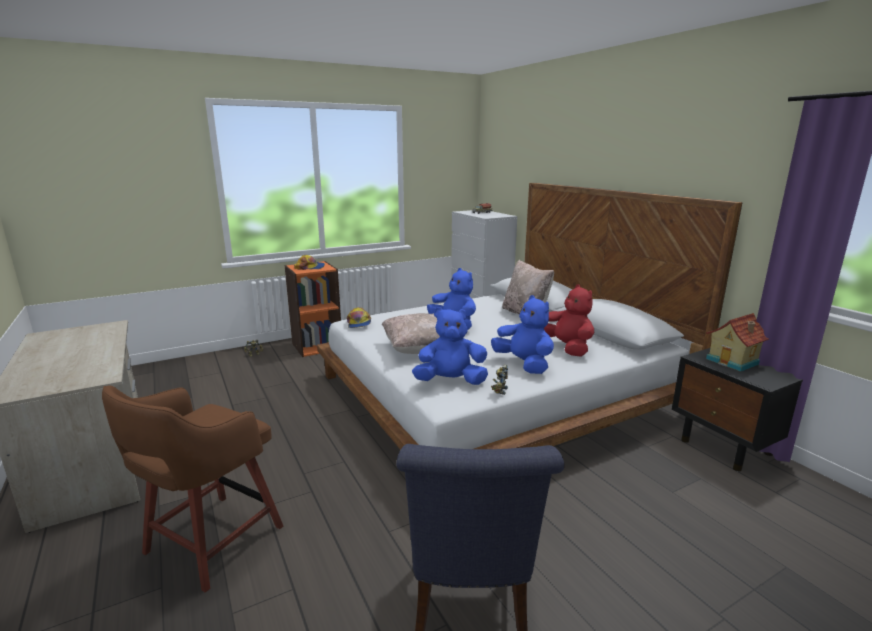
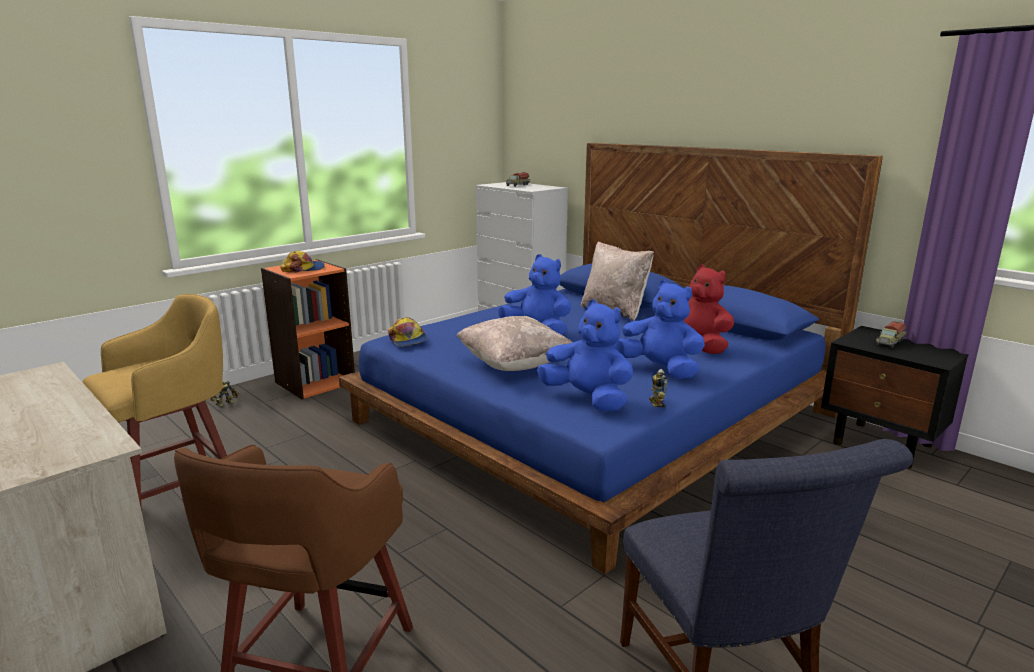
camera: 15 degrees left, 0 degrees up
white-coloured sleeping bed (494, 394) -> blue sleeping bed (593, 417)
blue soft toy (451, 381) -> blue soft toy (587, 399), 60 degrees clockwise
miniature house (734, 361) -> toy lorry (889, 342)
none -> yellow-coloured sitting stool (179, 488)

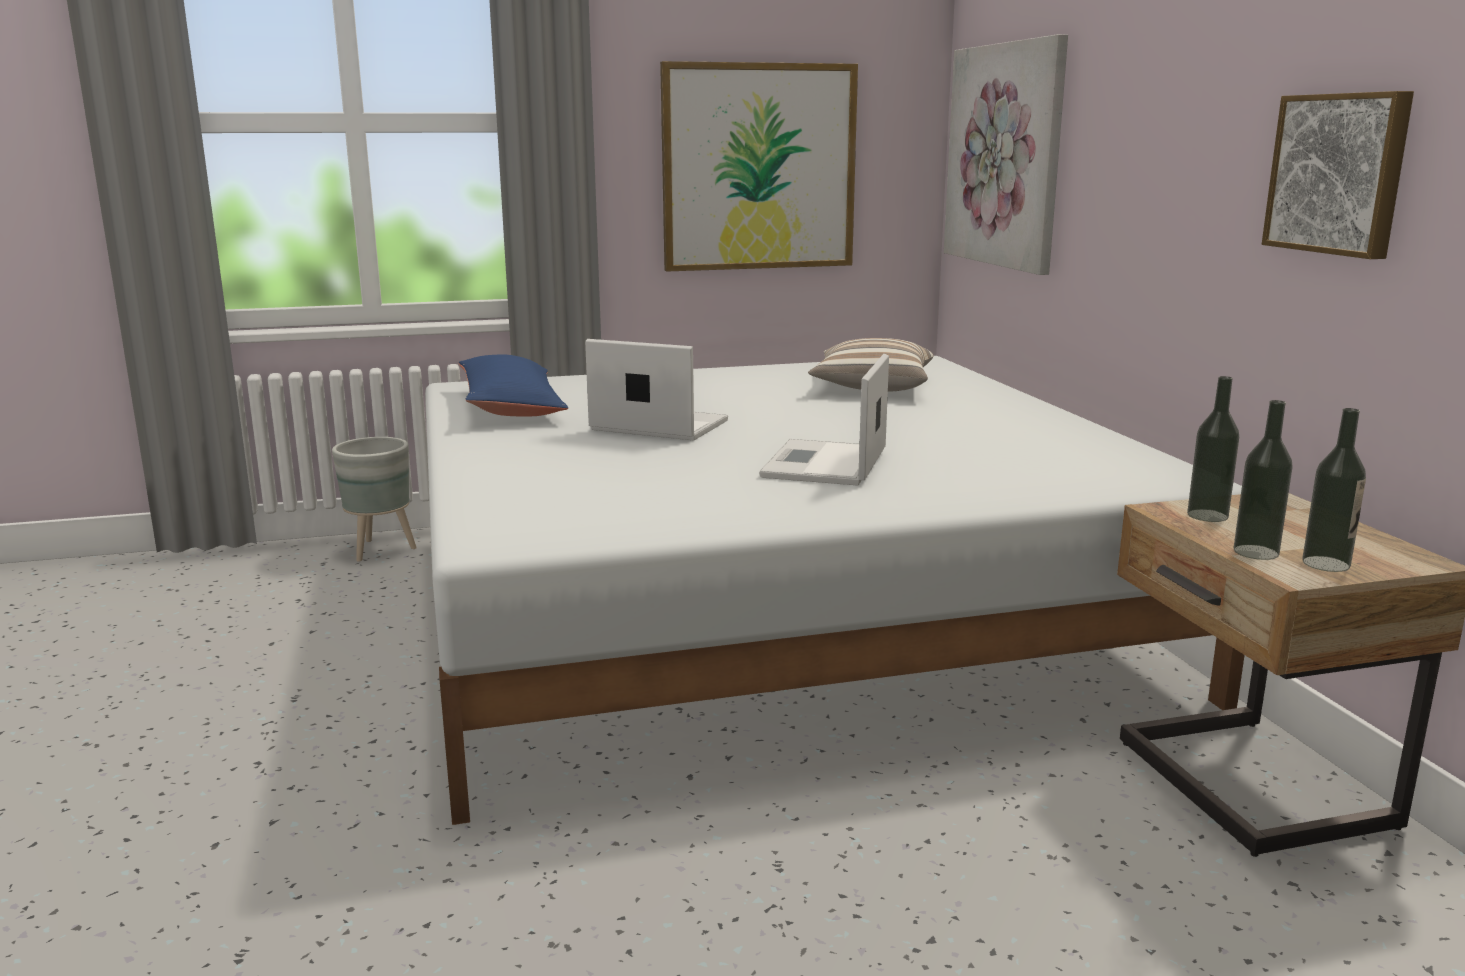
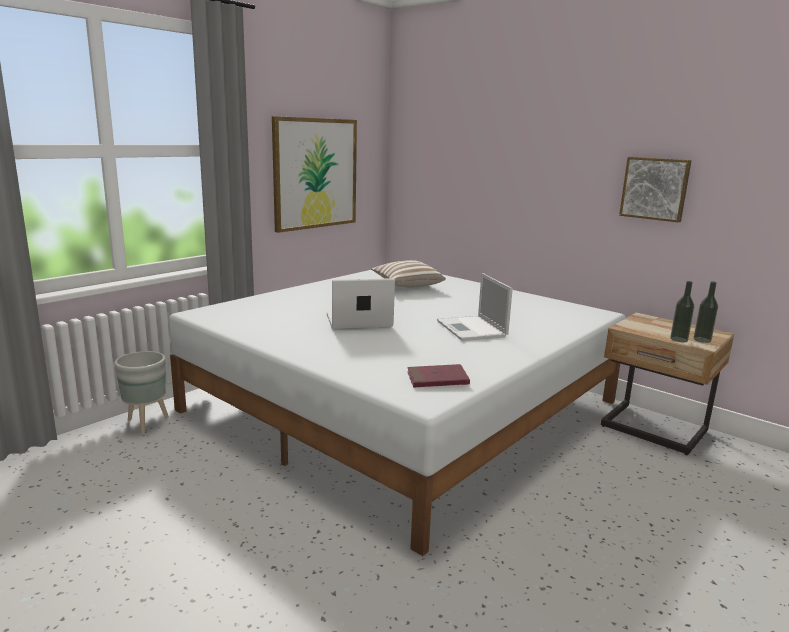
camera: 35 degrees left, 0 degrees up
picture (1004, 156) -> none
blue cushion (511, 406) -> none
beverage bottle (1207, 515) -> none
none -> reddish book (437, 379)

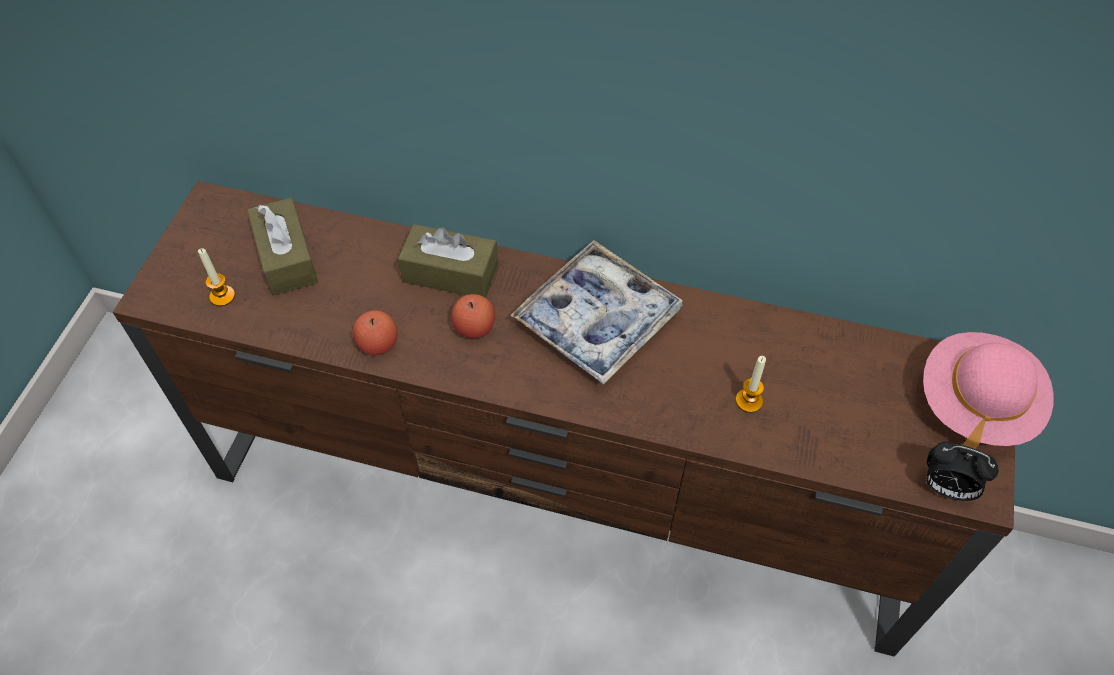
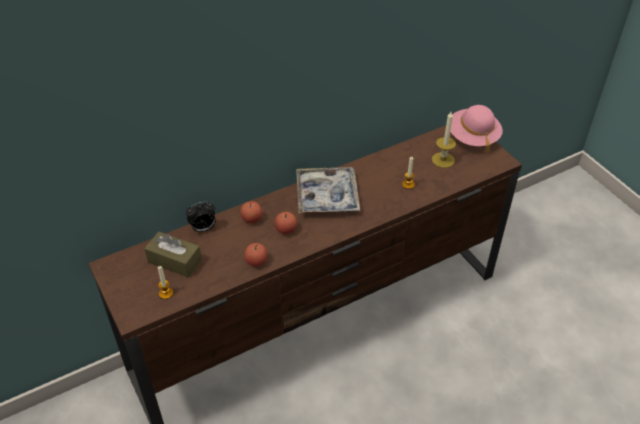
camera: 45 degrees left, 10 degrees down
brown-coloured box of tissues (450, 273) -> whole apple (252, 219)
bedside clock (945, 488) -> bedside clock (203, 229), shifted
none -> wax candle (443, 160)

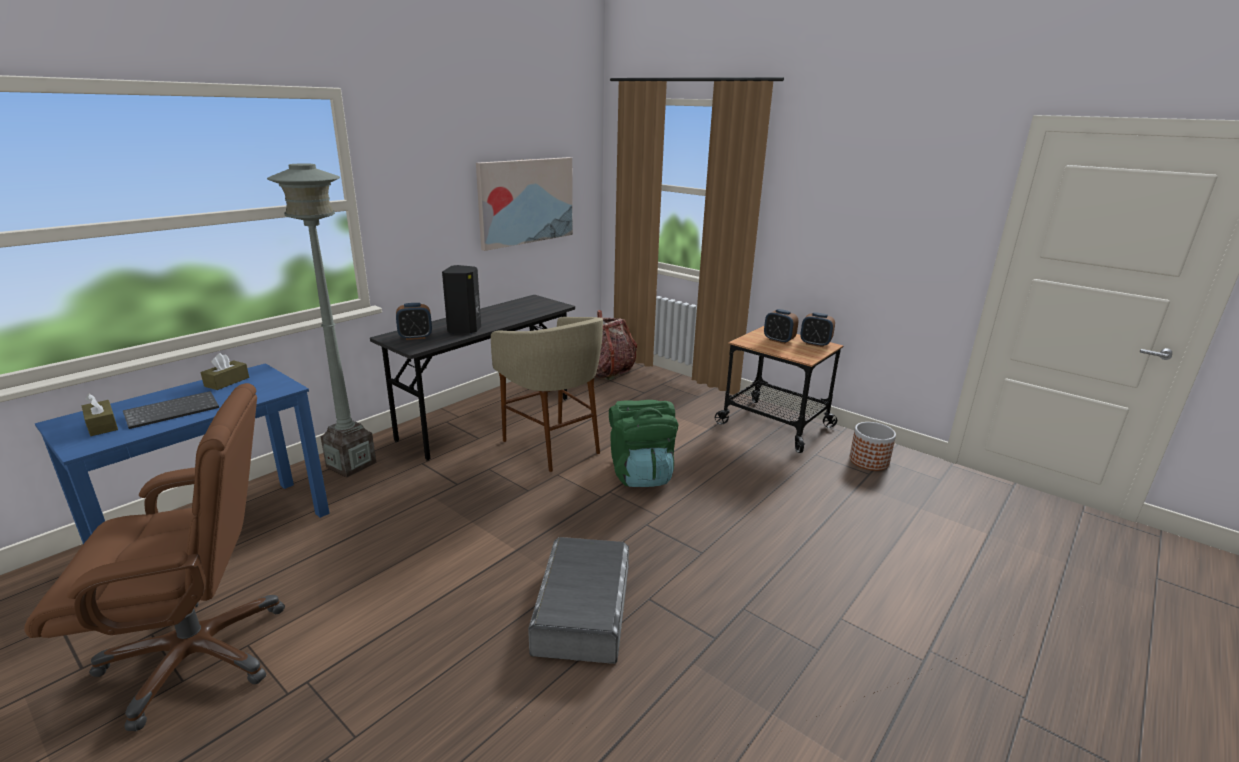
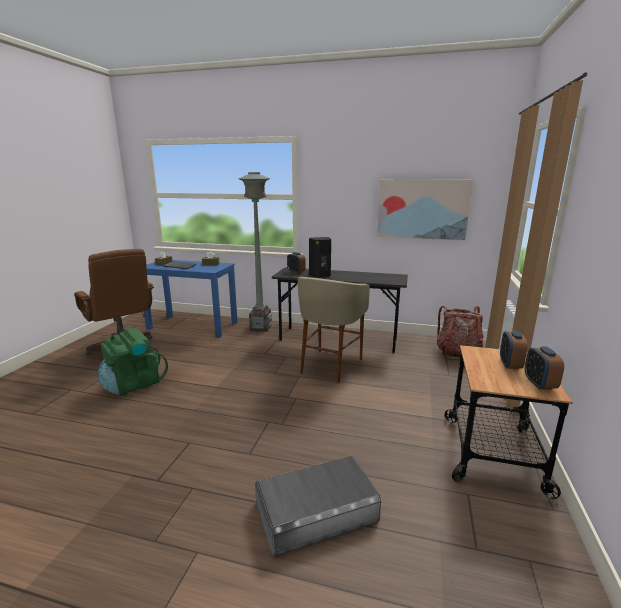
camera: 65 degrees right, 5 degrees down
greenish backpack (641, 474) -> greenish backpack (134, 385), shifted
plant pot (869, 461) -> none
greyish storage box (582, 608) -> greyish storage box (316, 510), shifted

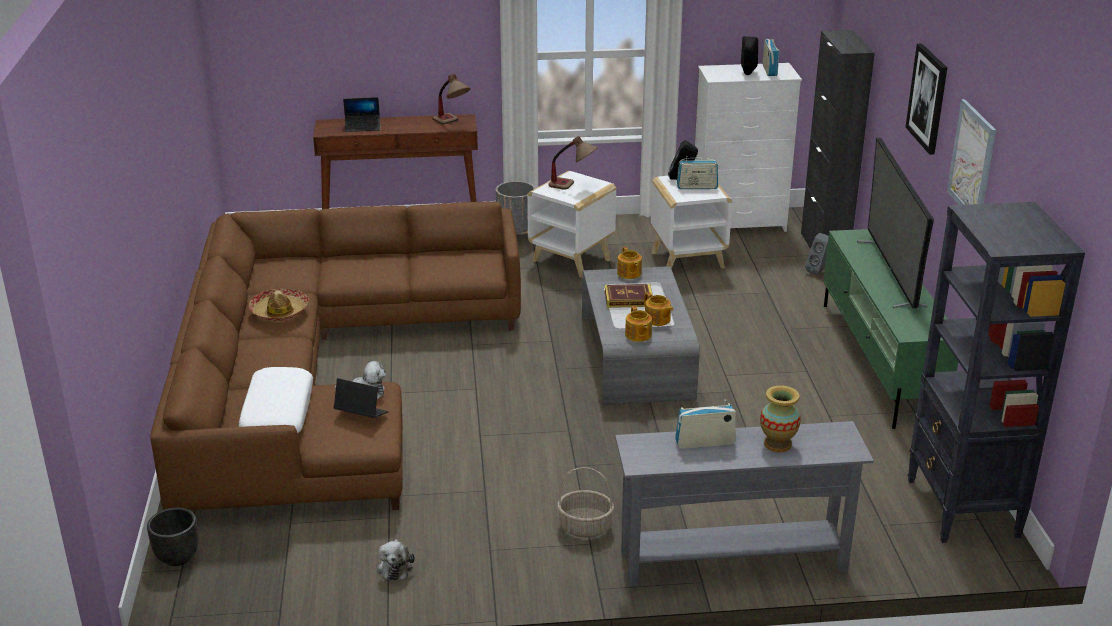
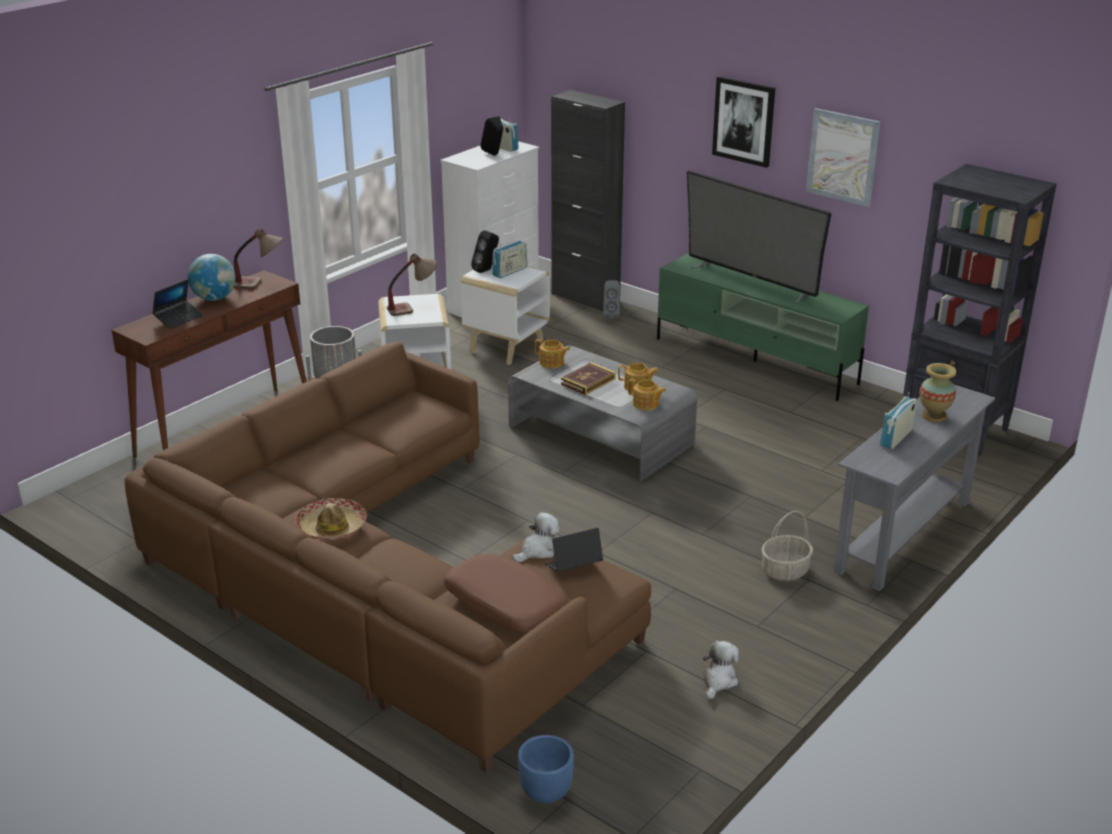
camera: 45 degrees left, 0 degrees up
white-coloured cushion (277, 412) -> brown-coloured cushion (504, 605)
black plant pot (177, 557) -> blue plant pot (545, 793)
soft toy (395, 566) -> soft toy (718, 681), 105 degrees counterclockwise
none -> desk globe (214, 298)

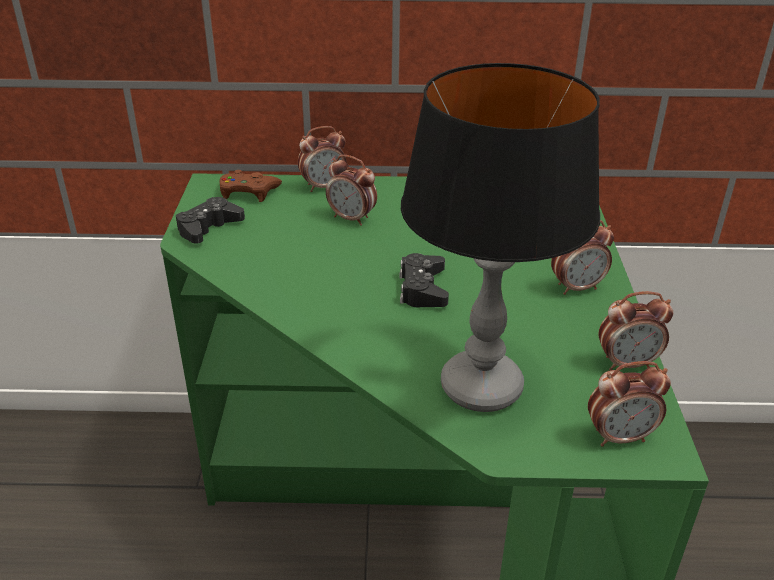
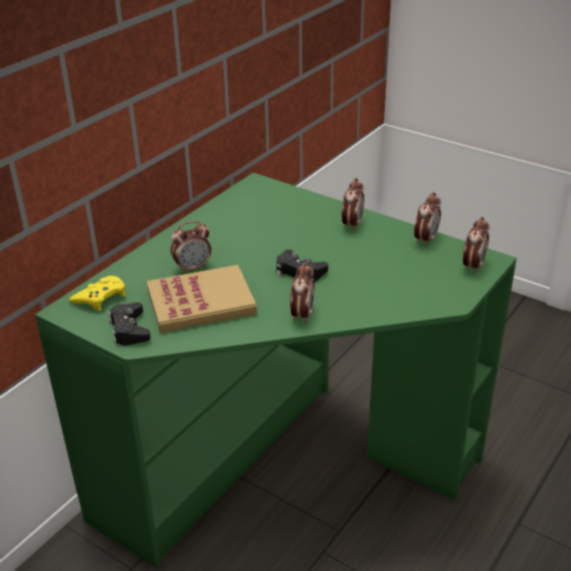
camera: 55 degrees left, 0 degrees up
lamp for a table (482, 388) -> none
bedside clock (323, 186) -> bedside clock (302, 314), shifted
brown-coloured joypad (248, 192) -> yellow-coloured joypad (101, 297)
none -> book (201, 303)

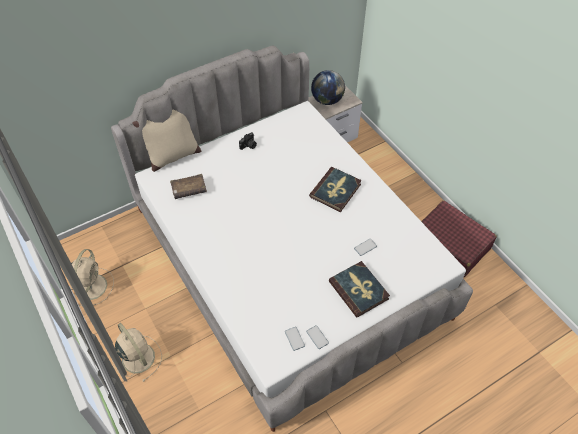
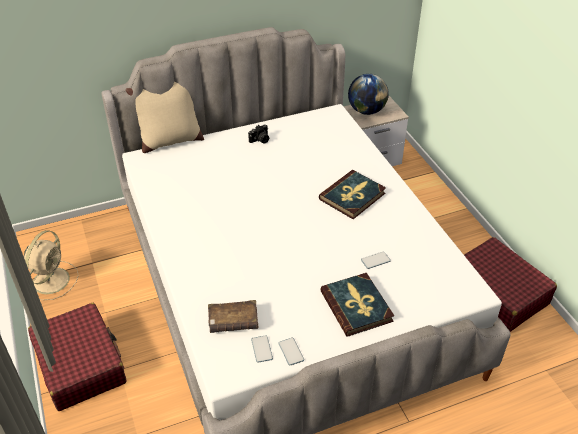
camera: 10 degrees right, 10 degrees down
brown-coloured book (189, 190) -> brown-coloured book (233, 321), shifted
beige-coloured cooling fan (137, 357) -> reddish piece of luggage (80, 364)

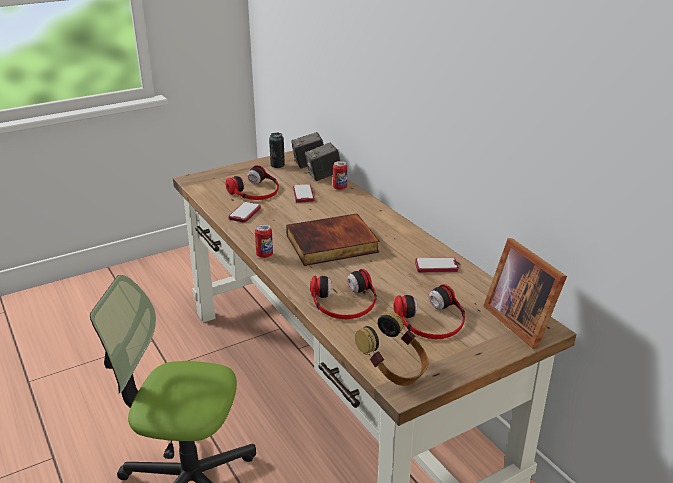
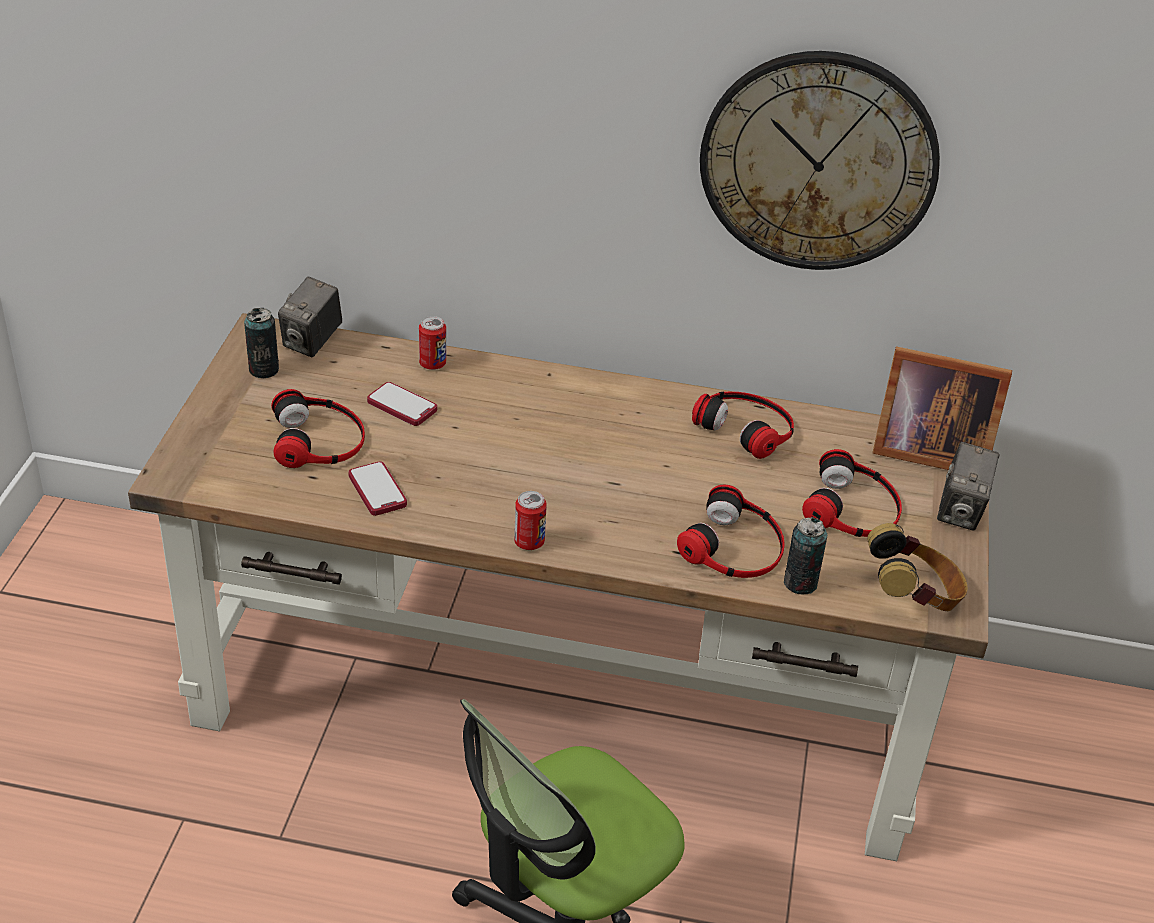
camera: 50 degrees left, 10 degrees up
still camera (323, 176) -> still camera (961, 511), shifted
book (331, 245) -> none
telephone (436, 266) -> headphones (747, 427)
none -> wall clock (818, 161)
none -> sealed can (800, 583)

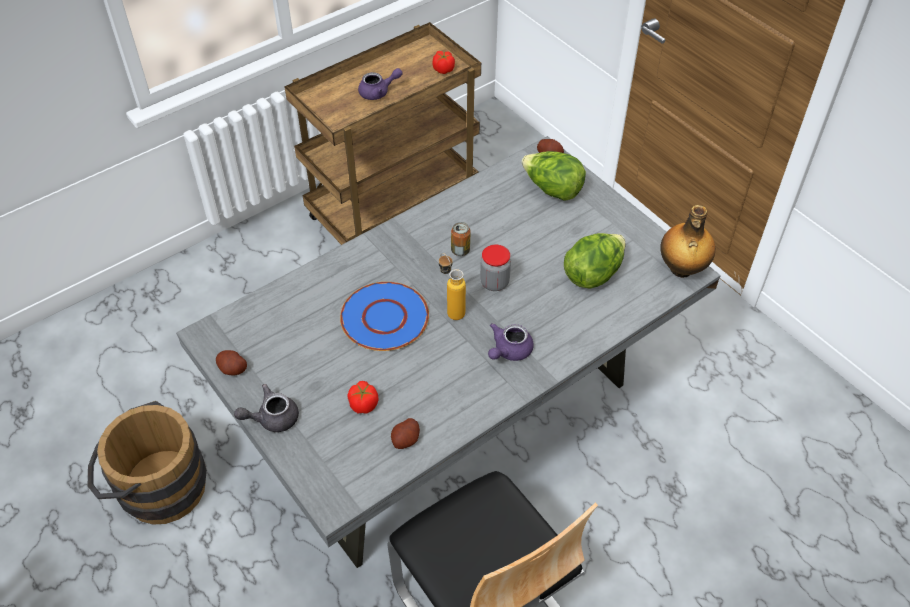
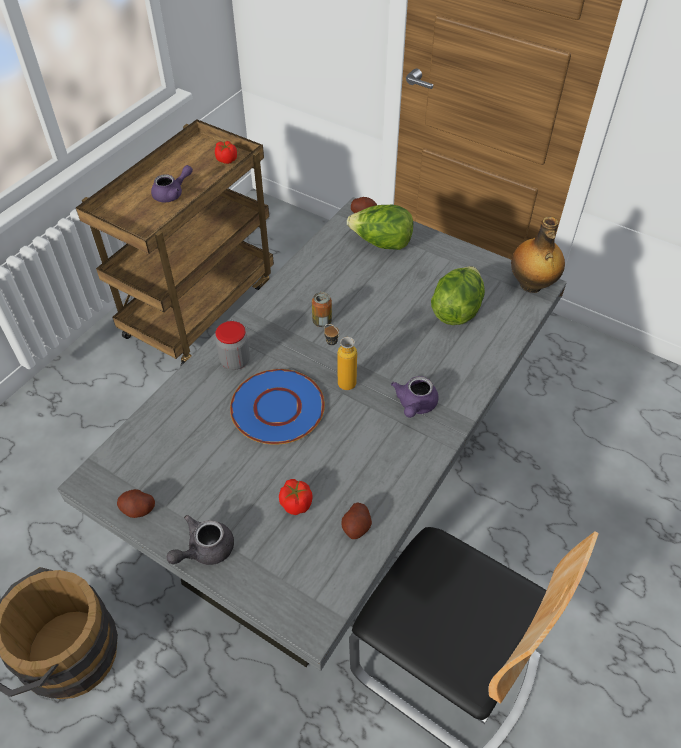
camera: 20 degrees left, 0 degrees up
jar (494, 282) -> jar (235, 361), shifted

